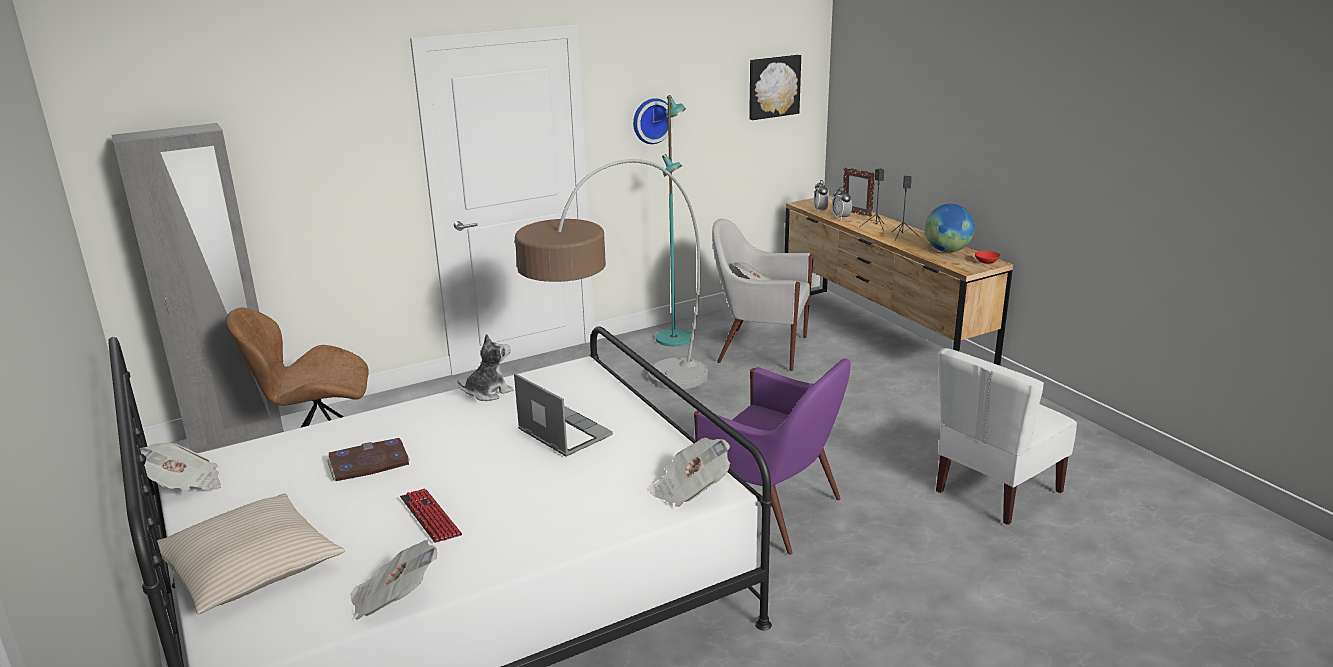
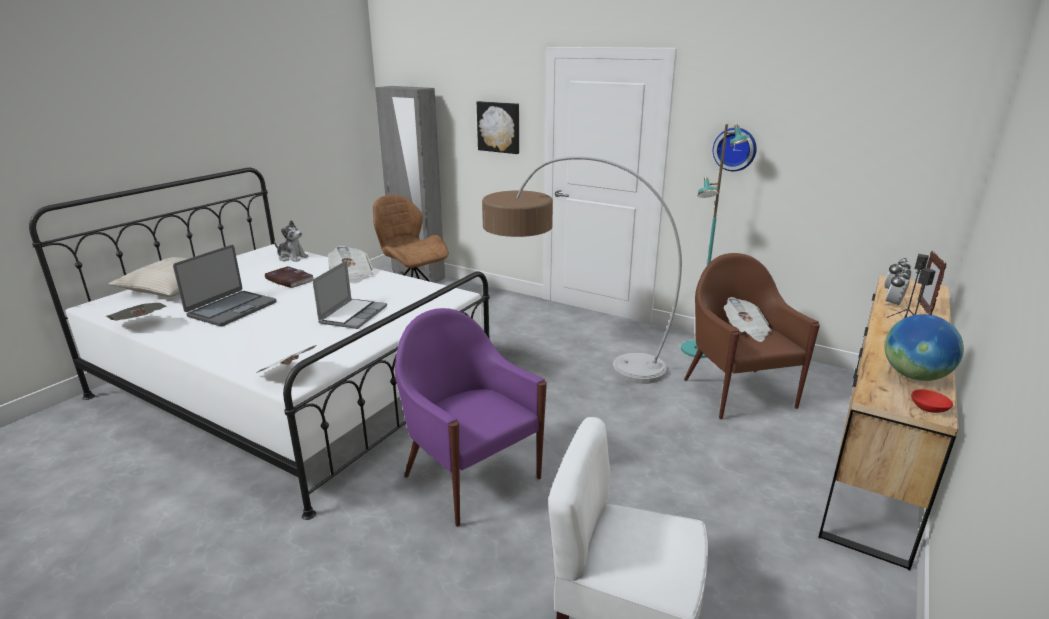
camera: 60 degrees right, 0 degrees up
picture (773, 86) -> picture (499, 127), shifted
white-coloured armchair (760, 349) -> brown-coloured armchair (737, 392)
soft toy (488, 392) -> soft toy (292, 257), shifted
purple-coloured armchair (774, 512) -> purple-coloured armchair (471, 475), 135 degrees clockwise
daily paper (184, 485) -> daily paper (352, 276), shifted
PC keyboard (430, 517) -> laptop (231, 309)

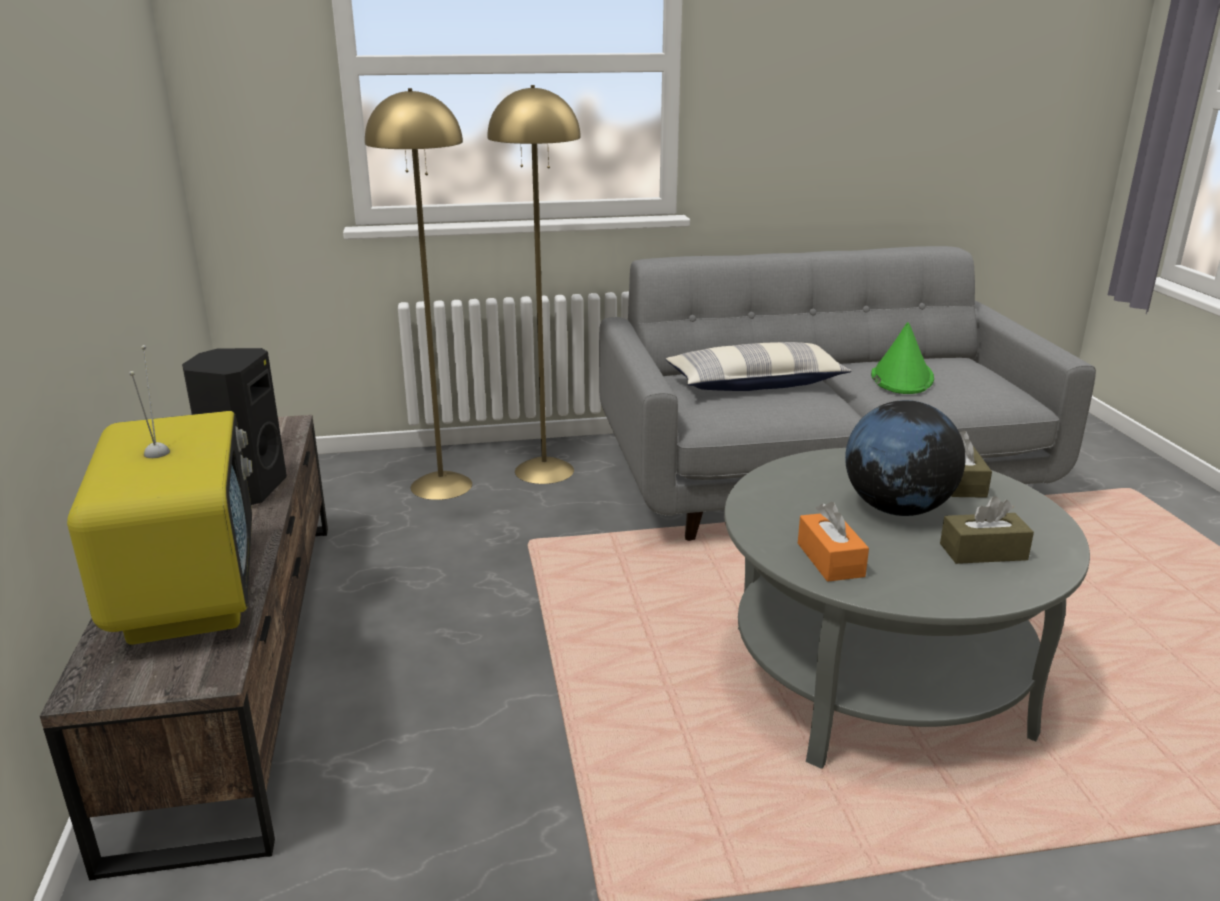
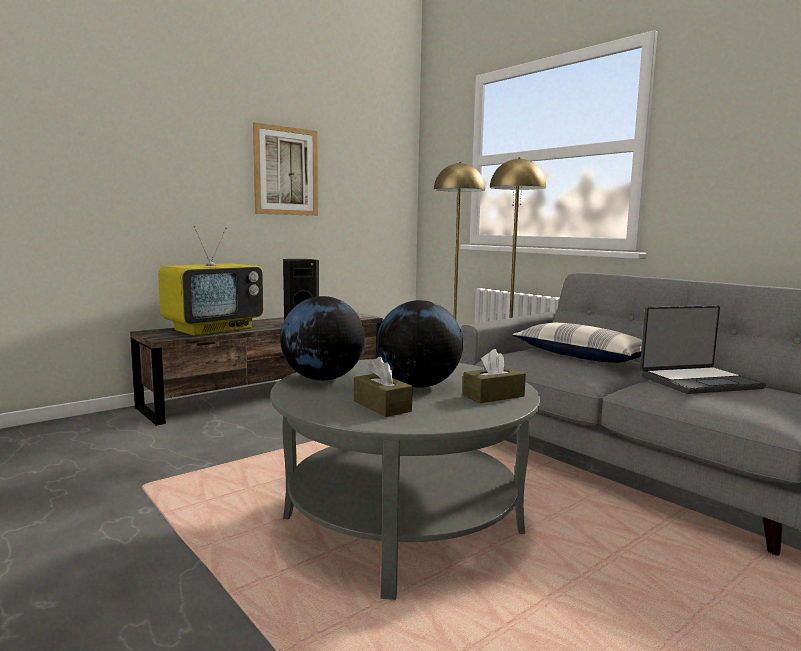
camera: 60 degrees right, 15 degrees down
greenish clothing hat (901, 377) -> laptop (698, 382)
orange box of tissues (830, 560) -> desk globe (323, 379)
none -> picture (286, 171)

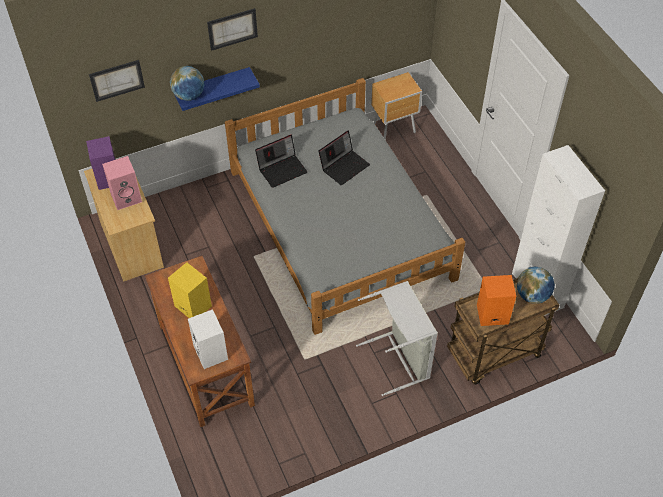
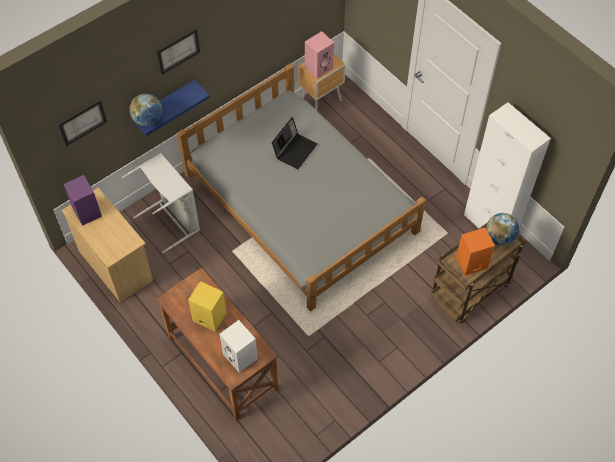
camera: 15 degrees left, 5 degrees up
laptop (282, 169) -> none
pink-coloured loudspeaker (127, 197) -> pink-coloured loudspeaker (319, 67), shifted
greyish hamper (400, 359) -> greyish hamper (172, 220), shifted

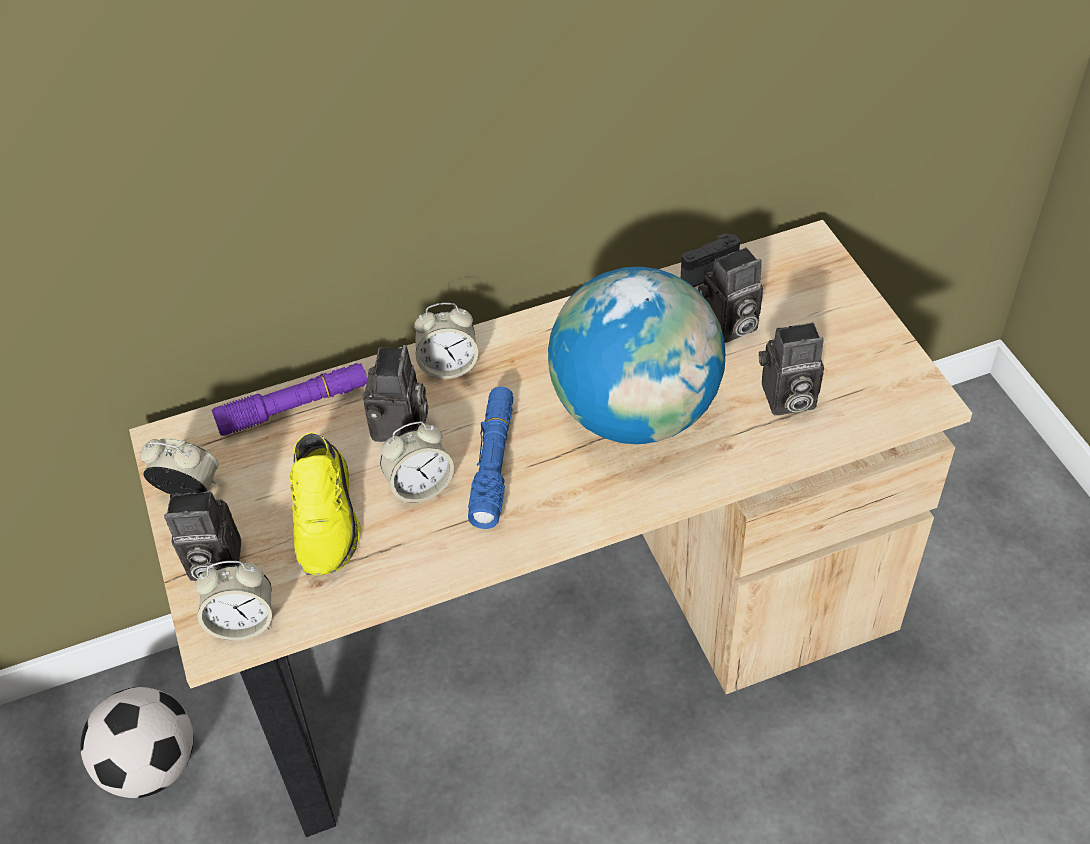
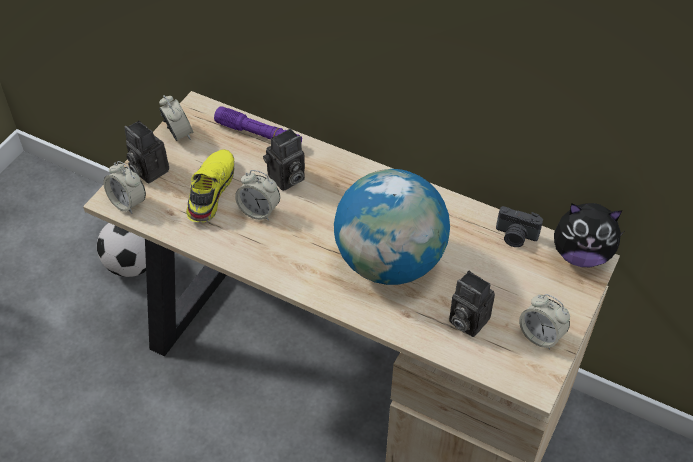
camera: 45 degrees right, 0 degrees up
still camera (728, 327) -> none
bedside clock (449, 366) -> bedside clock (540, 335), shifted
blue torch (494, 464) -> none
yellow-coloured shoe (328, 517) -> yellow-coloured shoe (209, 191), 150 degrees clockwise
none -> soft toy (580, 254)

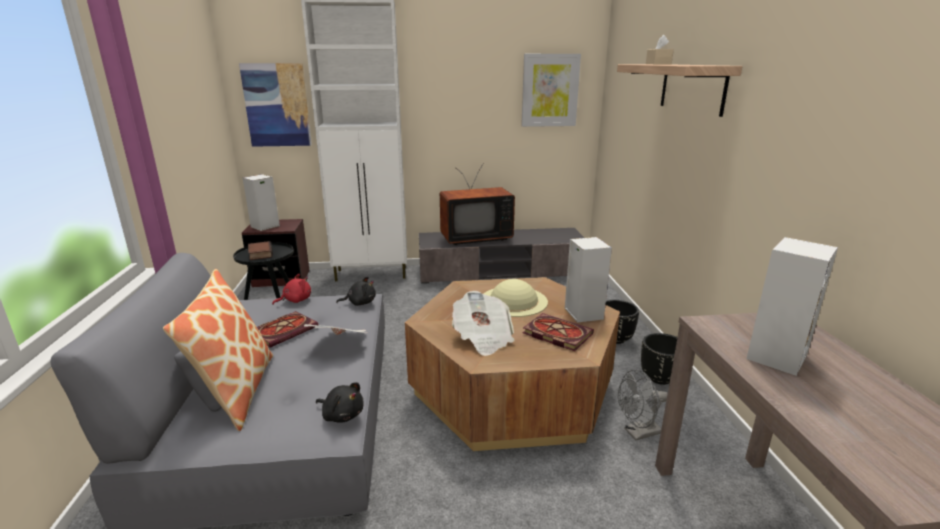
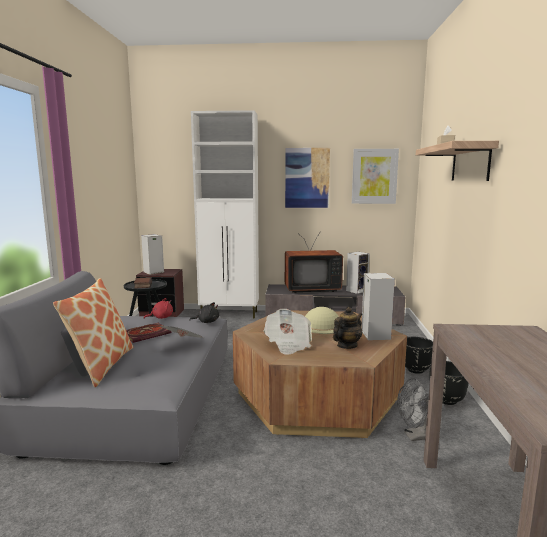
camera: 10 degrees right, 10 degrees down
picture (277, 105) -> picture (307, 178), shifted
loudspeaker (776, 355) -> loudspeaker (357, 290), shifted
book (555, 334) -> tea pot (346, 346)
black soft toy (342, 415) -> none

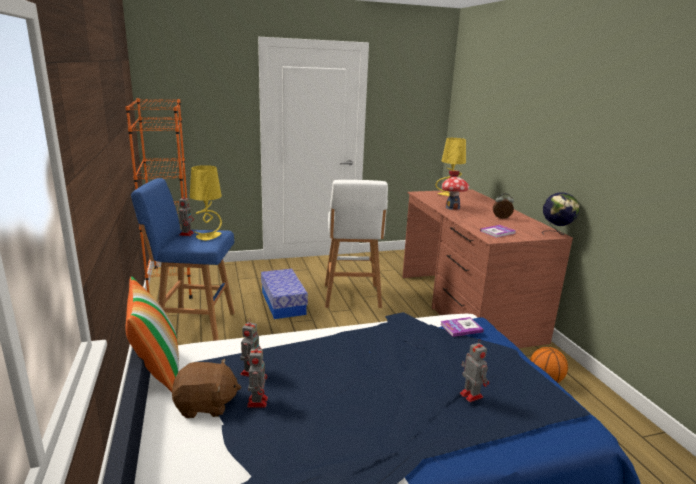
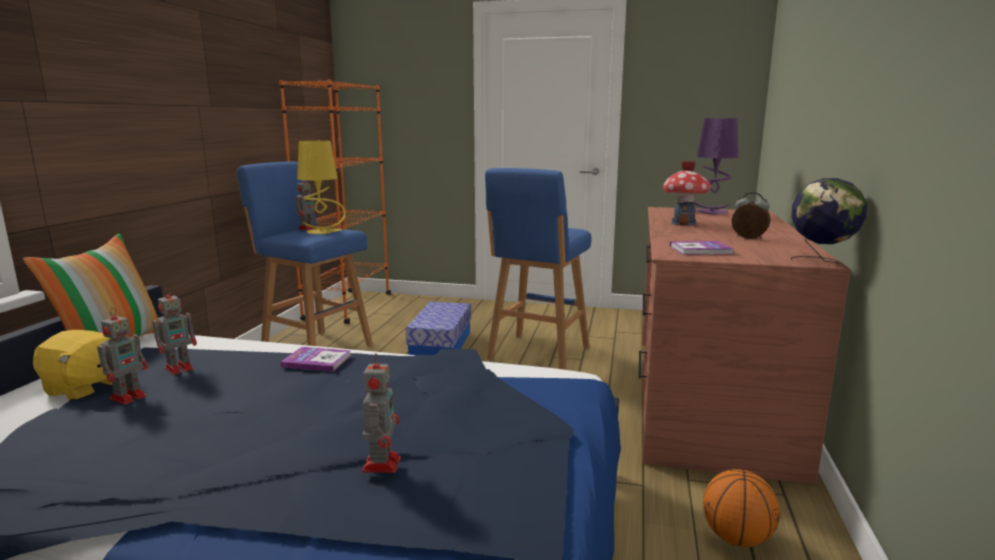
camera: 30 degrees right, 5 degrees down
yellow-coloured lamp for a table (448, 195) -> purple-coloured lamp for a table (709, 213)
white-coloured sitting stool (352, 297) -> blue sitting stool (537, 354)
book (461, 328) -> book (317, 361), shifted
brown-coloured soft toy (206, 405) -> yellow-coloured soft toy (86, 389)

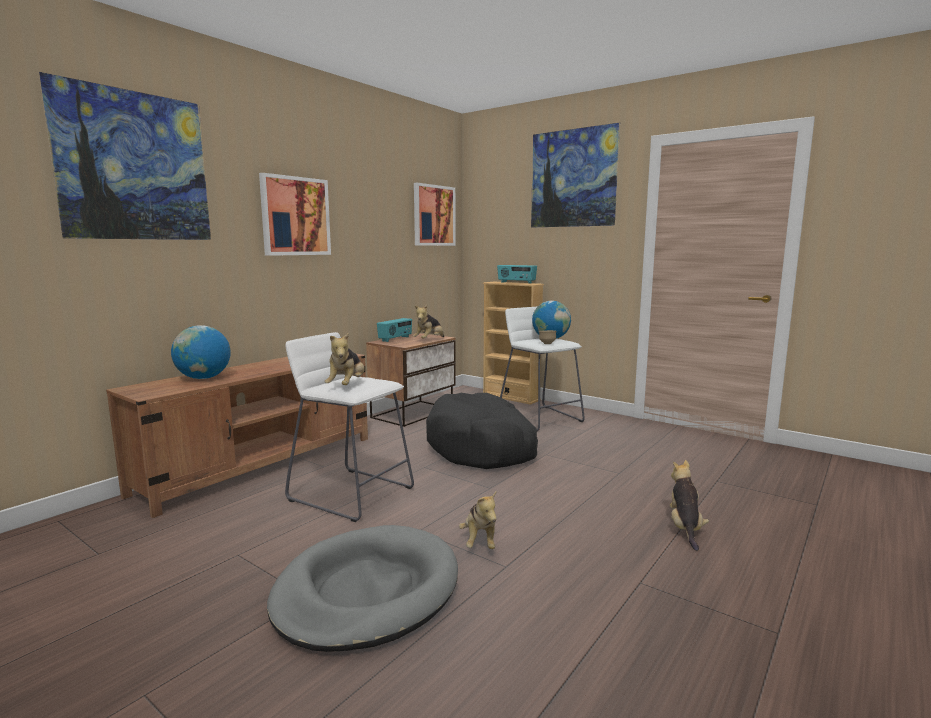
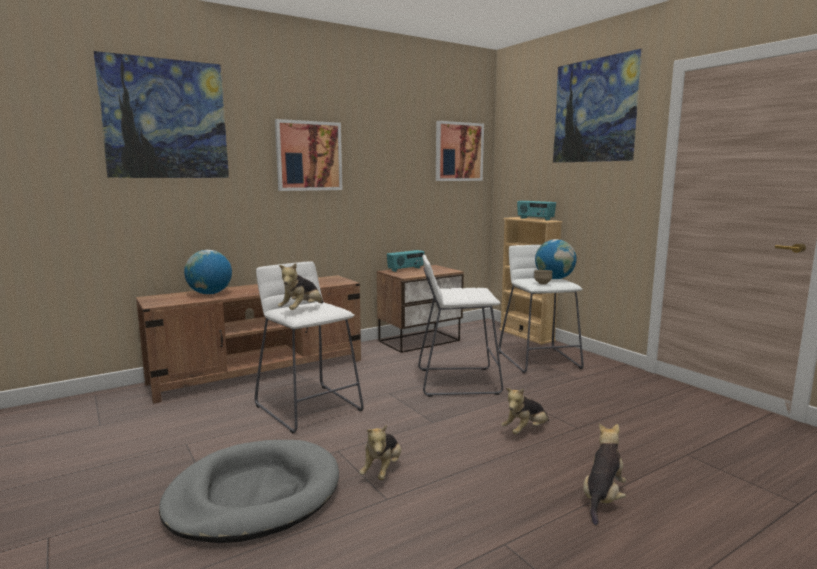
camera: 20 degrees right, 0 degrees up
soft toy (429, 340) -> soft toy (525, 431), shifted
black pet bed (482, 447) -> white-coloured sitting stool (457, 381)

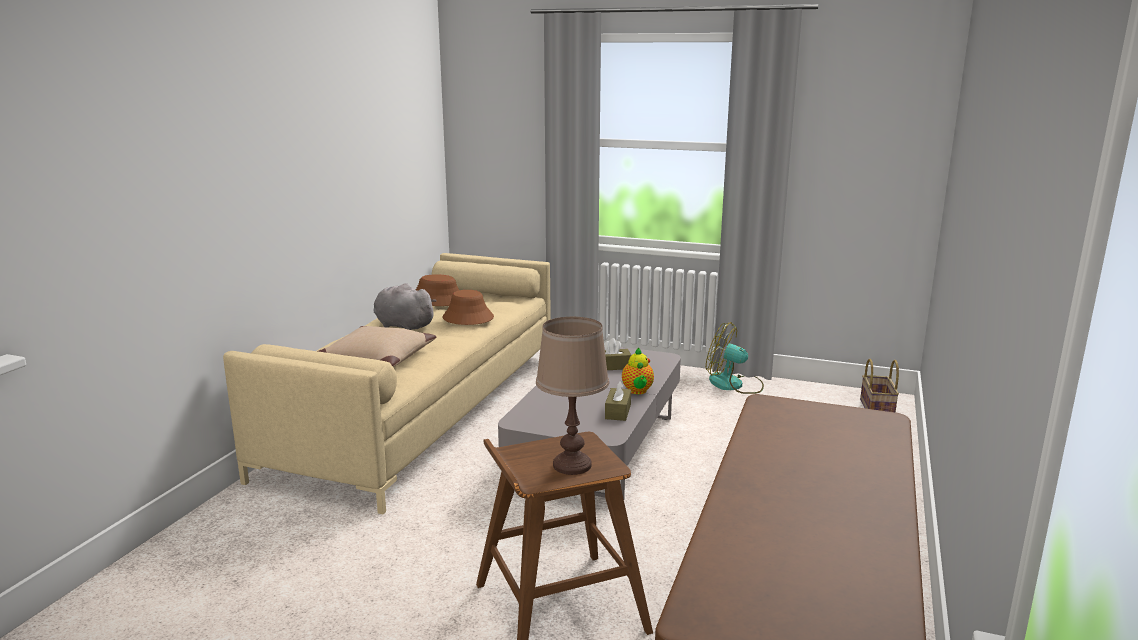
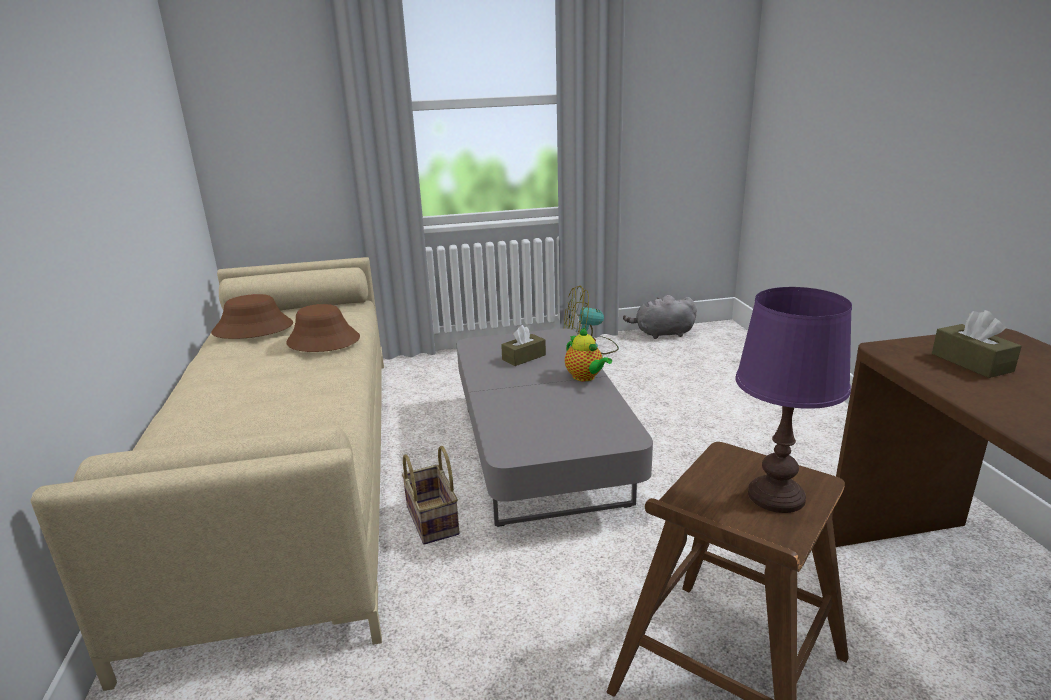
camera: 30 degrees left, 5 degrees up
greyish soft toy (402, 326) -> greyish soft toy (662, 334), shifted
brown-coloured lamp for a table (572, 465) -> purple-coloured lamp for a table (776, 497)
beige-coloured cushion (376, 359) -> none
household basket (878, 409) -> household basket (434, 520), shifted
brown-coloured box of tissues (618, 411) -> brown-coloured box of tissues (971, 362), shifted

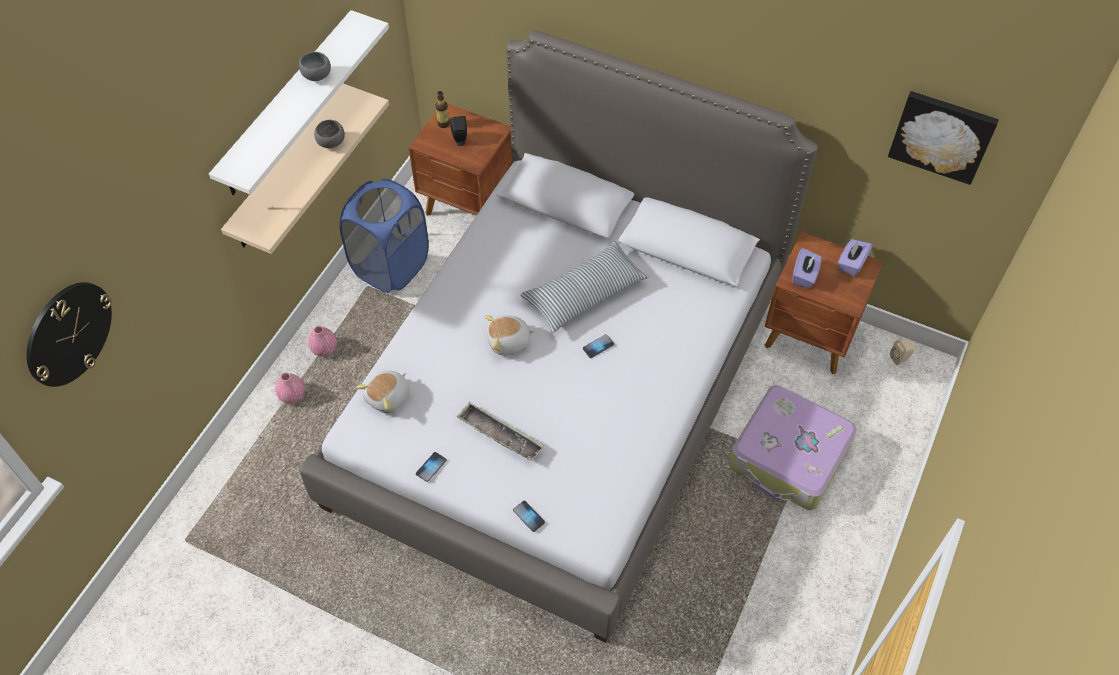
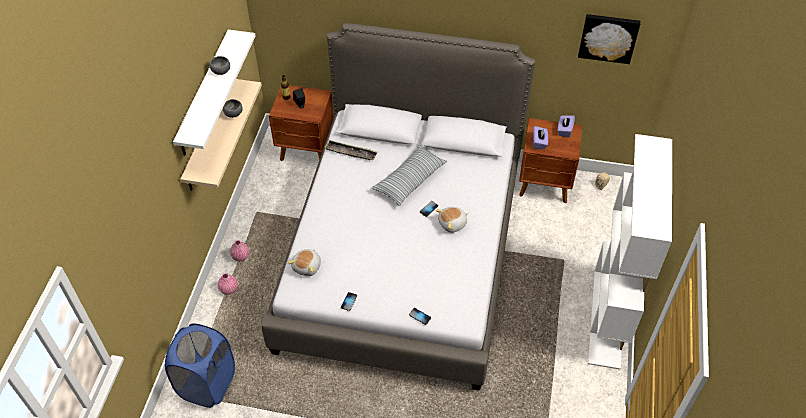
camera: 15 degrees left, 5 degrees down
blue hamper (391, 266) -> blue hamper (207, 384), shifted
wall clock (68, 333) -> none
soft toy (509, 342) -> soft toy (452, 224), shifted
piece of luggage (789, 456) -> none
carrying tray (500, 435) -> carrying tray (351, 152), shifted
none -> white-coloured bookcase (607, 318)

